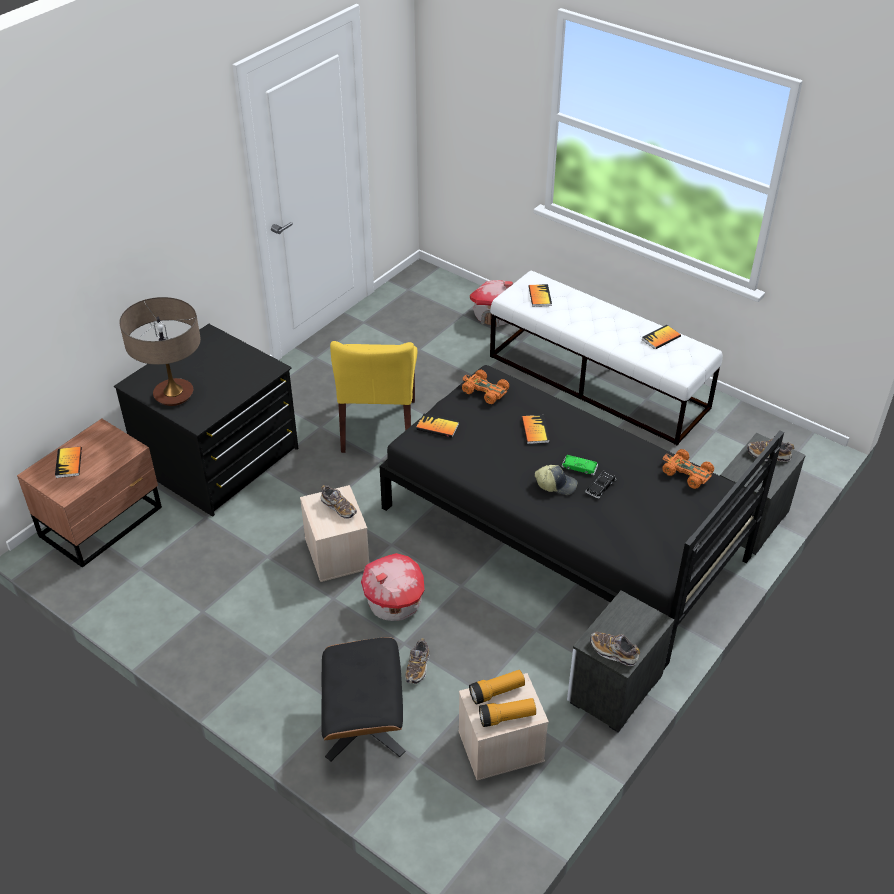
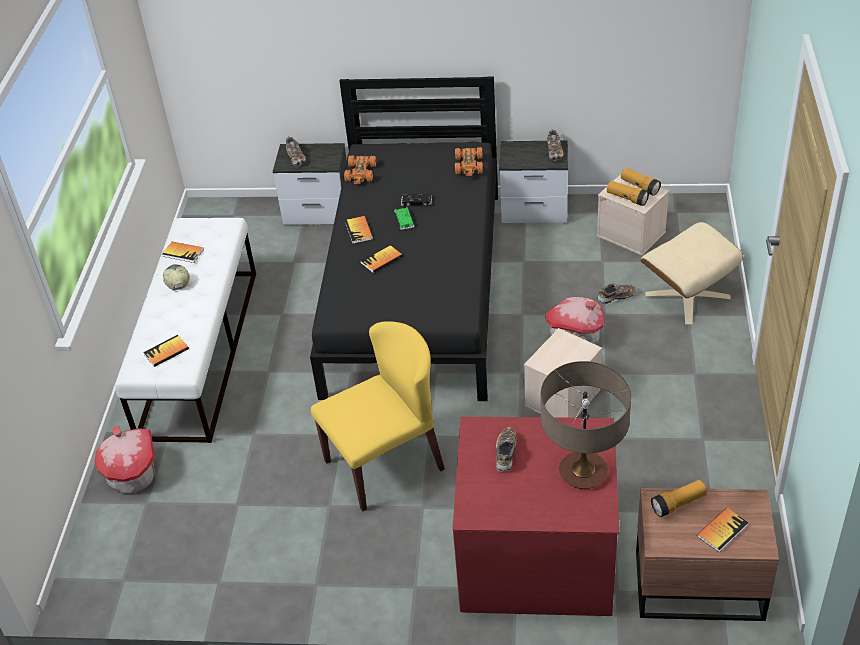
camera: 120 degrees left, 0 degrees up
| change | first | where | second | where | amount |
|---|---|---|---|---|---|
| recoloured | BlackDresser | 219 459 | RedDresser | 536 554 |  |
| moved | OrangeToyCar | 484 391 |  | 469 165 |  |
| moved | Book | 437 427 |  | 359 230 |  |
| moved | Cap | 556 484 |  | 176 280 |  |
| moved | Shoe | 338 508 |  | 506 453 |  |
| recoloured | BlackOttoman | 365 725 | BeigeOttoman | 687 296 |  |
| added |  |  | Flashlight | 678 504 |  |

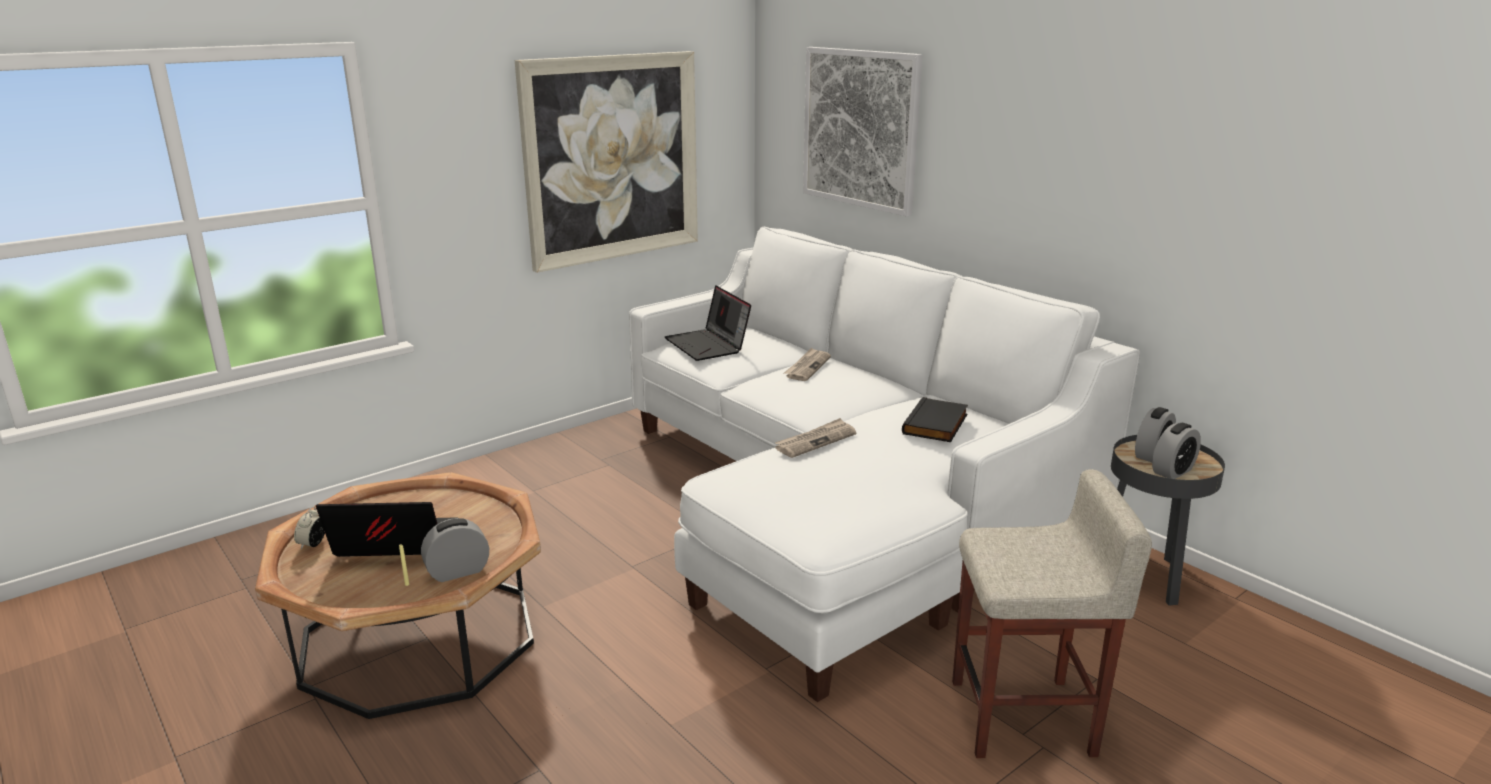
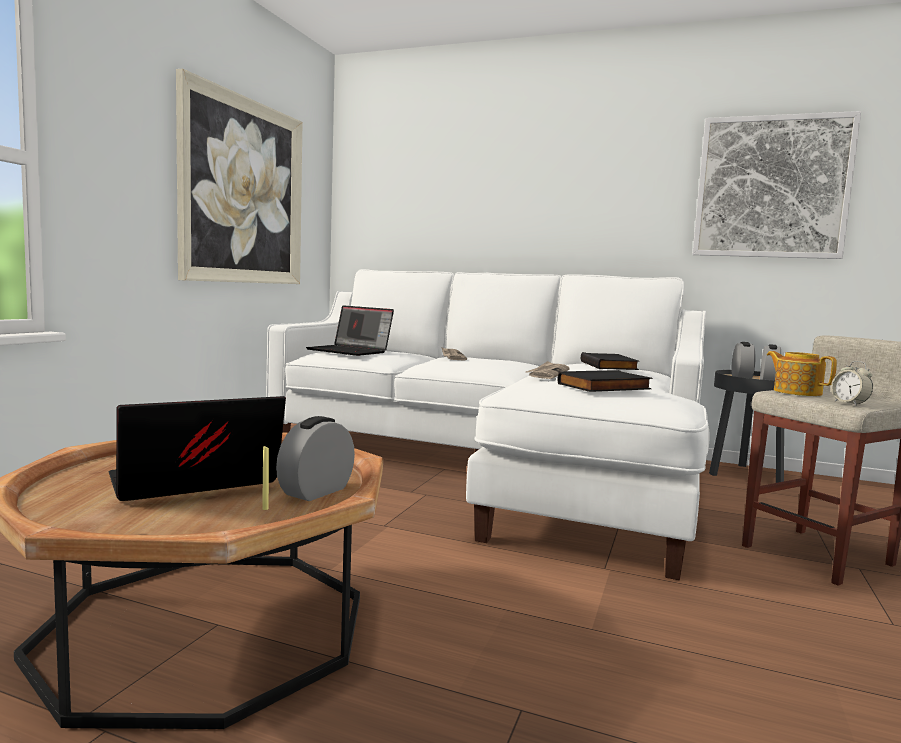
camera: 30 degrees left, 15 degrees down
| change | first | where | second | where | amount |
|---|---|---|---|---|---|
| moved | Picture | 860 129 |  | 771 187 |  |
| moved | AlarmClock | 313 544 |  | 849 403 |  |
| added |  |  | Teapot | 796 392 |  |
| added |  |  | BlackBook | 604 387 |  |

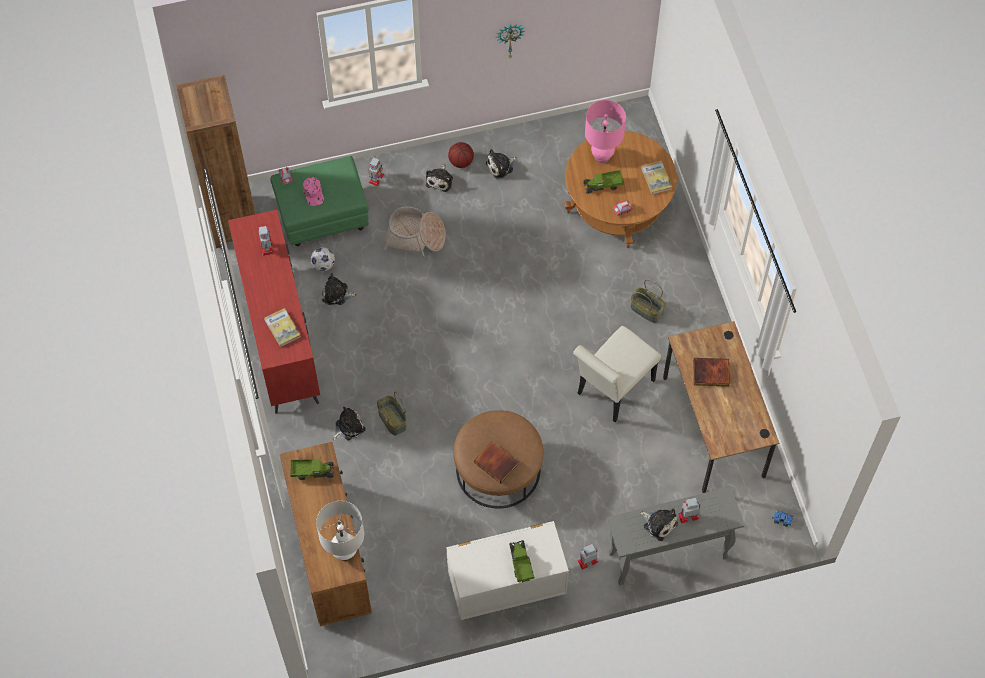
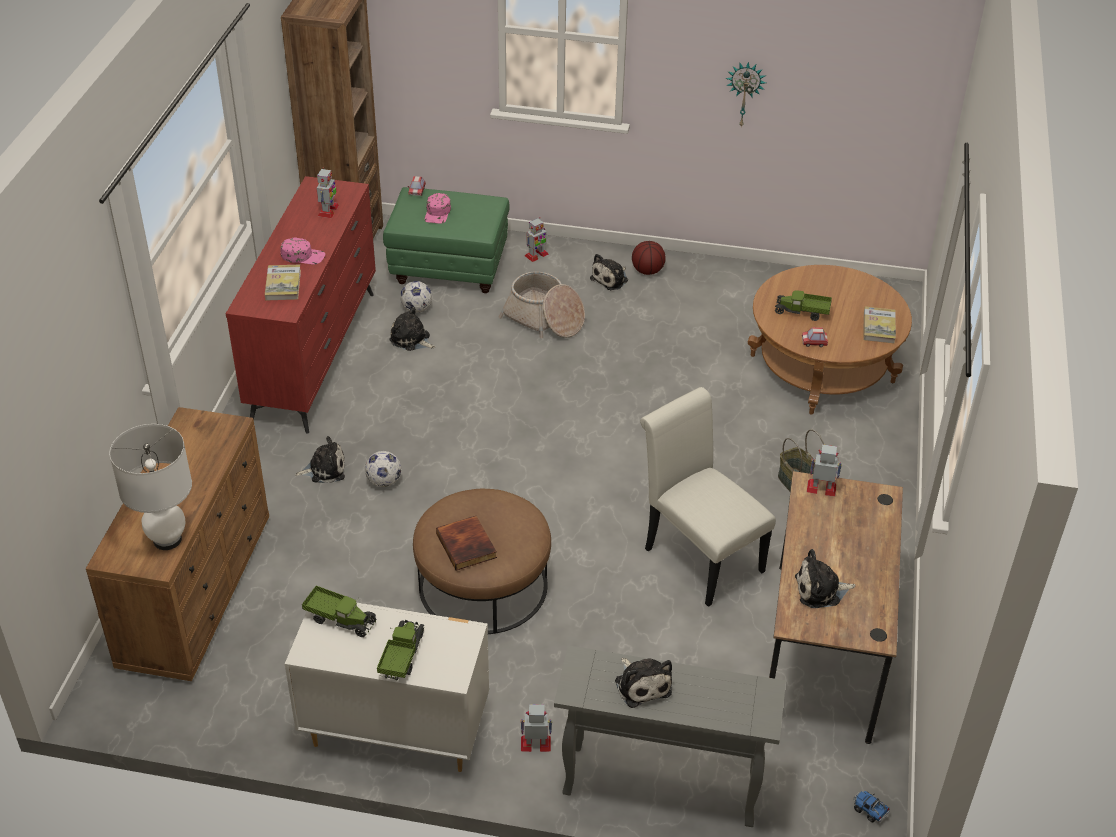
camera: 25 degrees right, 20 degrees down
| change | first | where | second | where | amount |
|---|---|---|---|---|---|
| removed | PinkTableLamp | 602 156 |  |  |  |
| moved | PlushToy | 501 166 |  | 820 590 |  |
| turned | WhiteChair | 612 390 |  | 698 555 | 75 degrees clockwise |
| removed | Book | 710 374 |  |  |  |
| replaced | Basket | 391 420 | Football | 384 481 |  |
| moved | ToyTruck | 312 471 |  | 340 619 |  |
| moved | ToyRobot | 688 516 |  | 821 488 |  |
| added |  |  | PinkCap | 303 256 |  |

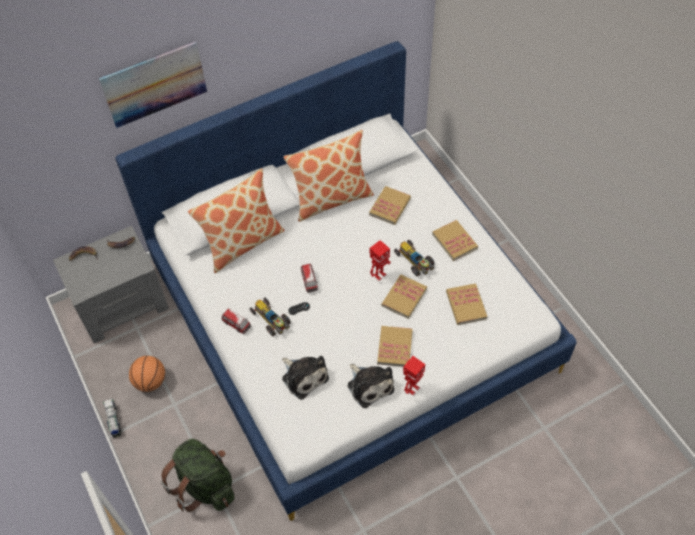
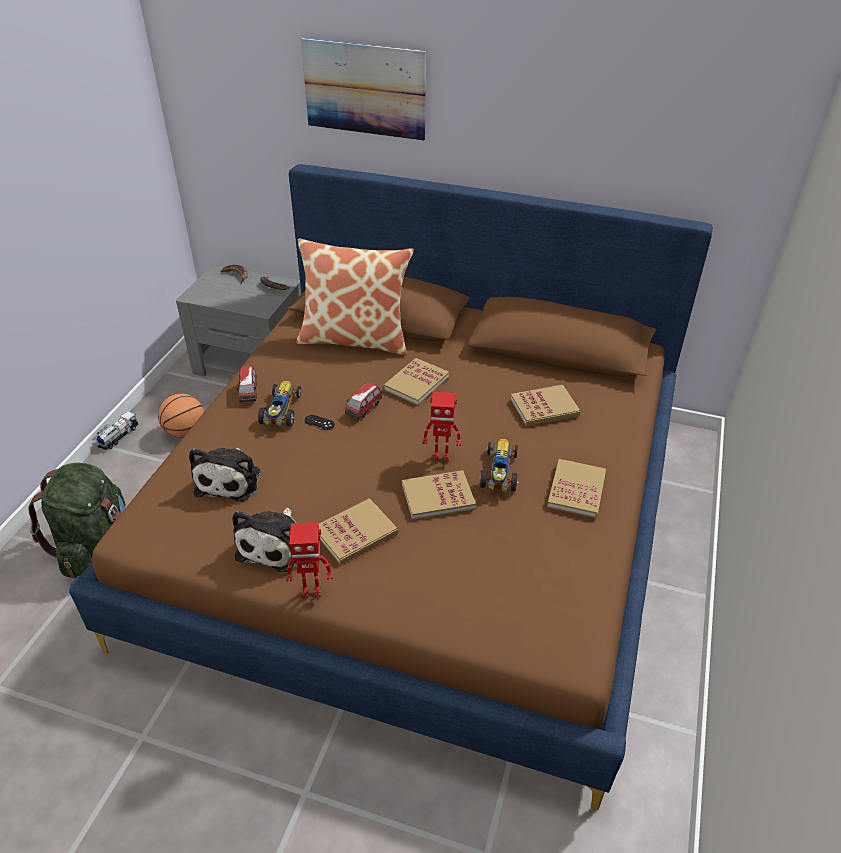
camera: 45 degrees right, 15 degrees down
| change | first | where | second | where | amount |
|---|---|---|---|---|---|
| recoloured | WhiteBed | 349 315 | BrownBed | 420 522 |  |
| removed | Pillow | 331 198 |  |  |  |
| moved | Book | 466 305 |  | 416 383 |  |

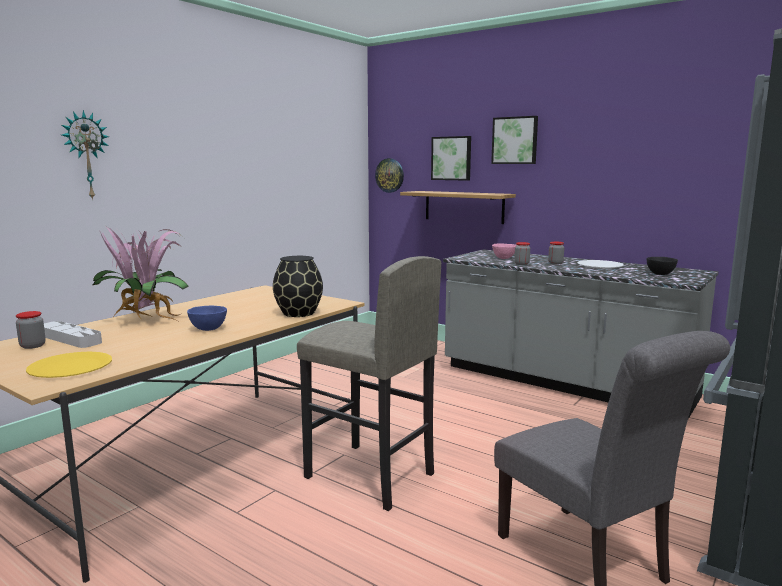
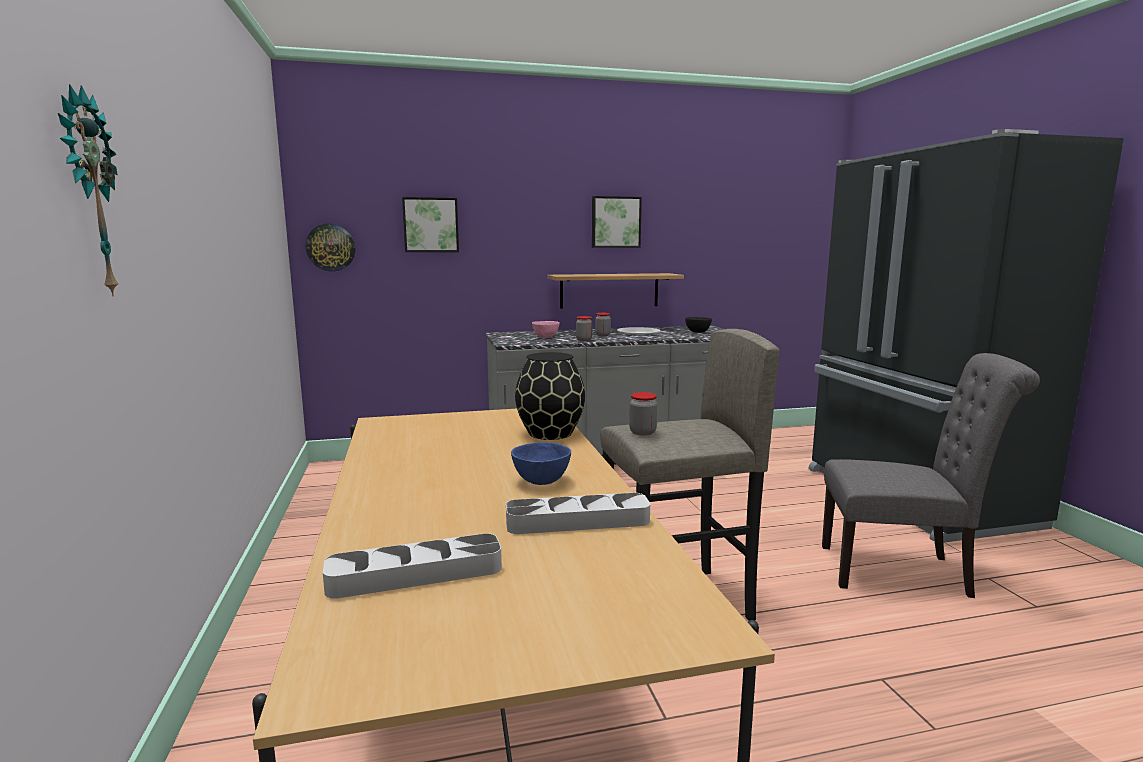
camera: 50 degrees left, 0 degrees up
| change | first | where | second | where | amount |
|---|---|---|---|---|---|
| moved | Picture | 515 140 |  | 615 222 |  |
| moved | Shelf | 463 207 |  | 609 290 |  |
| removed | PottedPlant | 144 320 |  |  |  |
| moved | Jar | 32 346 |  | 642 432 |  |
| removed | YellowPlate | 71 367 |  |  |  |
| added |  |  | GreyTray | 578 521 |  |

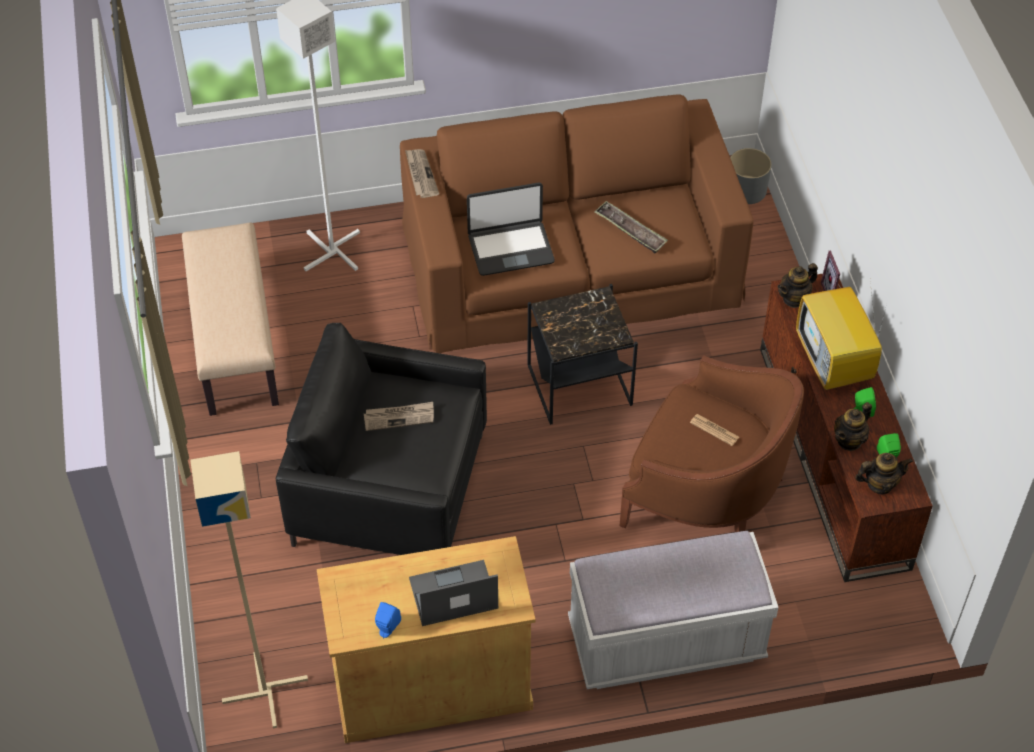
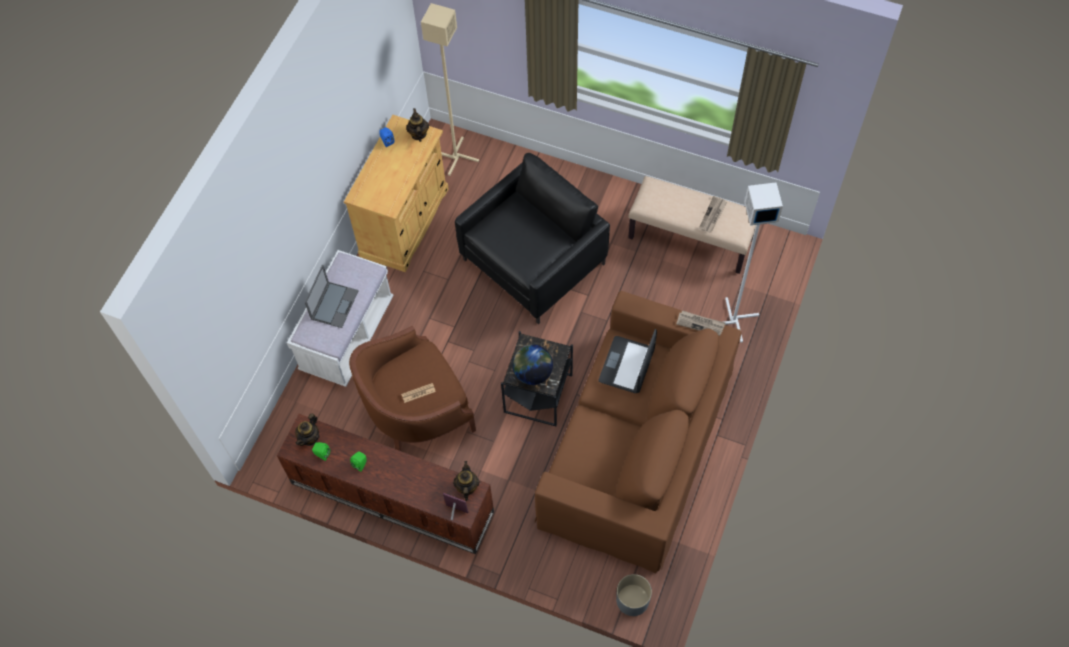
camera: 125 degrees right, 10 degrees up
| change | first | where | second | where | amount |
|---|---|---|---|---|---|
| removed | Tray | 630 230 |  |  |  |
| removed | Television | 834 364 |  |  |  |
| moved | Newspaper | 399 417 |  | 712 216 |  |
| moved | Teapot | 849 440 |  | 418 134 |  |
| moved | Laptop | 452 594 |  | 334 304 |  |
| added |  |  | Globe | 532 373 |  |

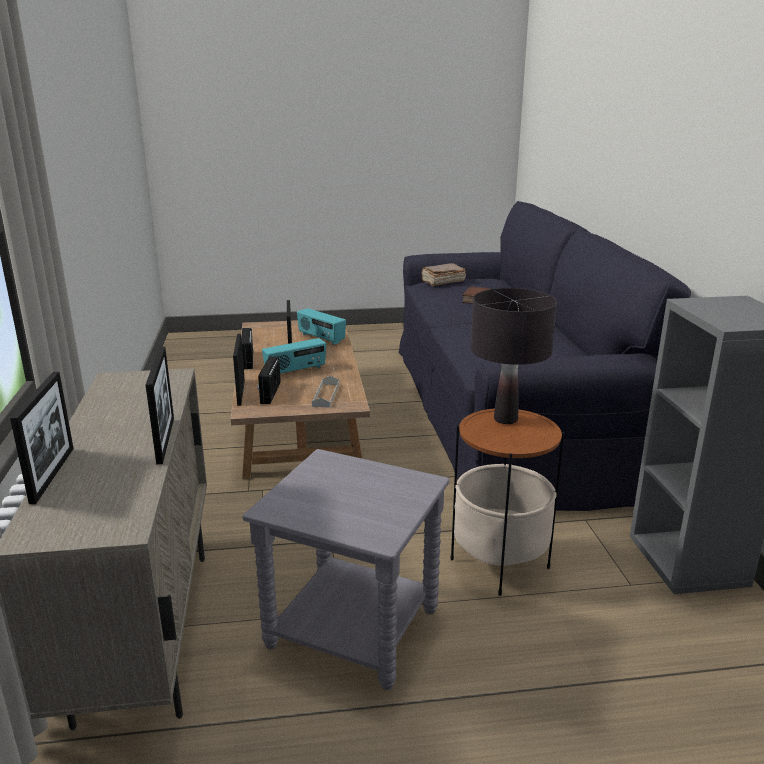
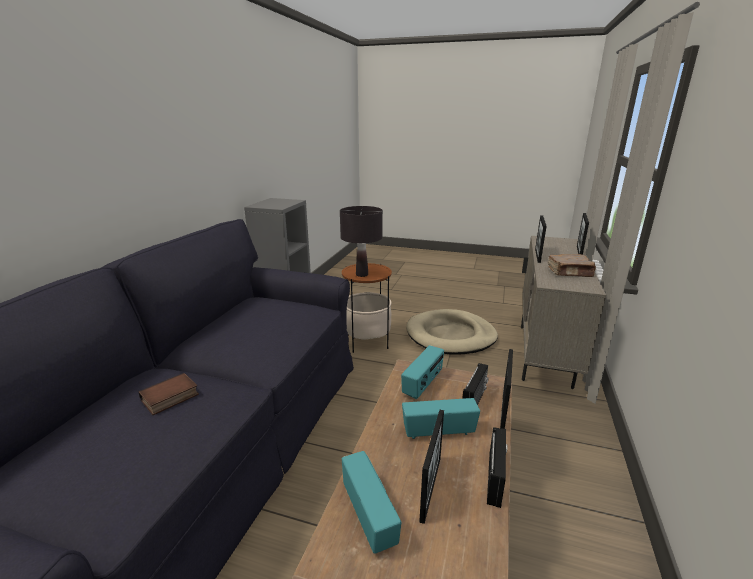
camera: 155 degrees left, 0 degrees up
| change | first | where | second | where | amount |
|---|---|---|---|---|---|
| moved | BrownBook | 442 282 |  | 570 273 |  |
| replaced | GreyTray | 326 395 | Radio | 423 384 |  |
| replaced | GreySideTable | 351 630 | BeigeDogBed | 451 335 |  |

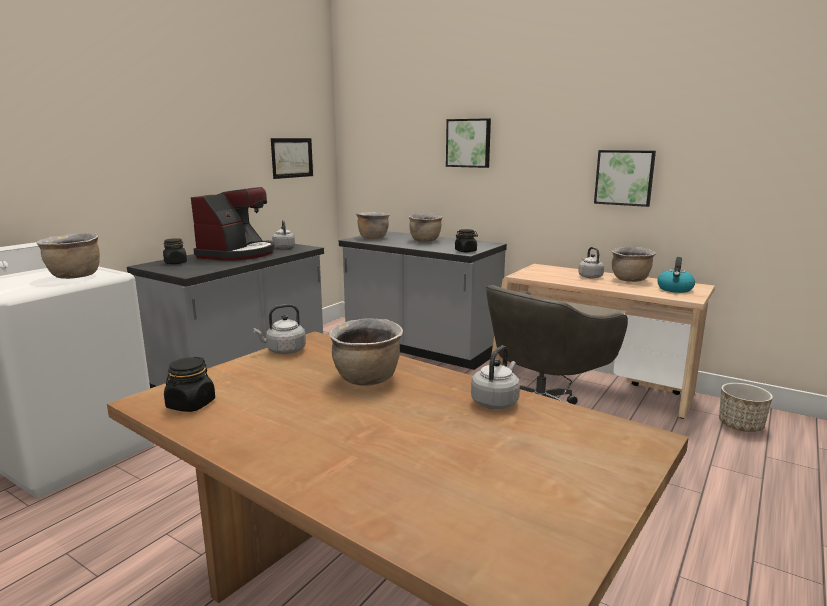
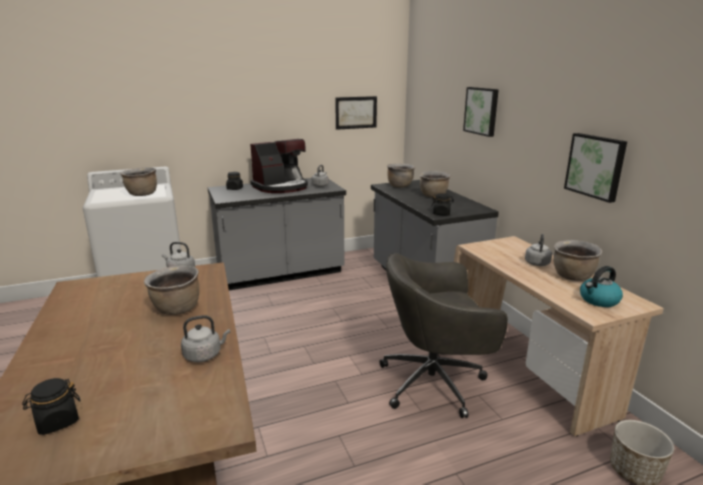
camera: 35 degrees right, 5 degrees up
| change | first | where | second | where | amount |
|---|---|---|---|---|---|
| moved | BlackJar | 190 404 |  | 57 421 |  |

